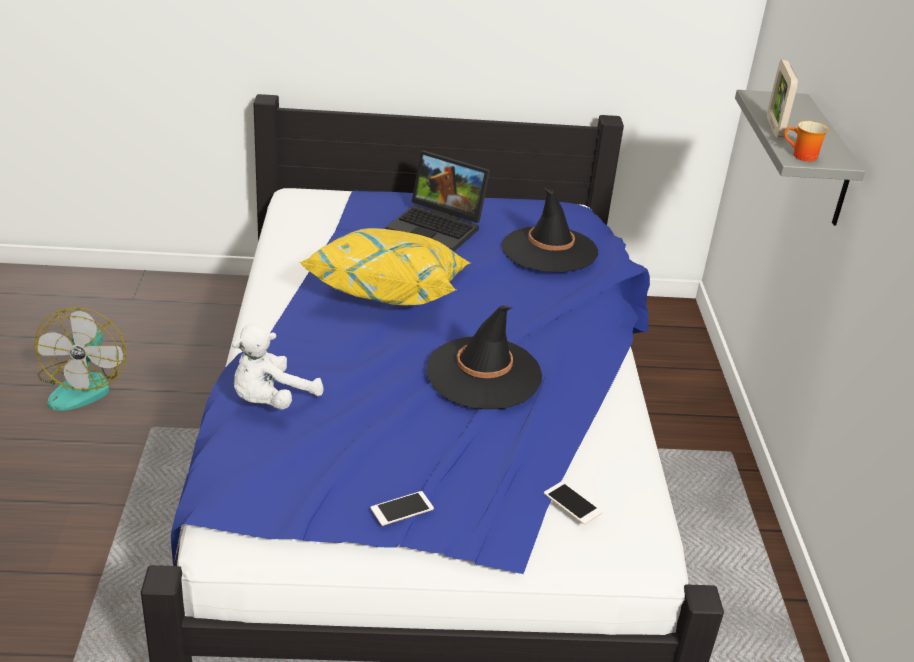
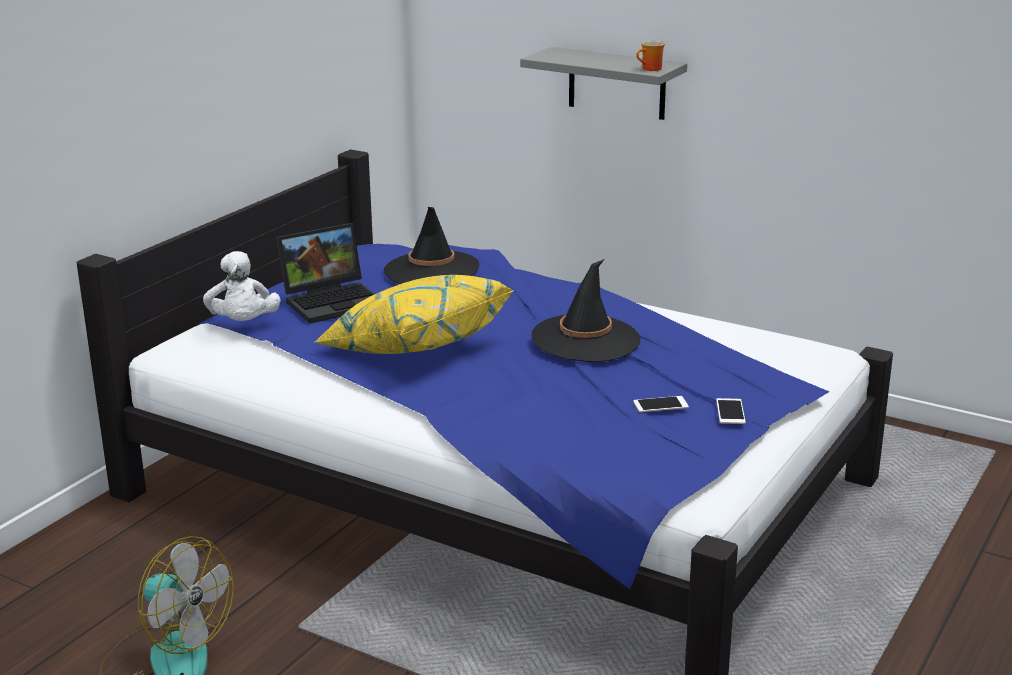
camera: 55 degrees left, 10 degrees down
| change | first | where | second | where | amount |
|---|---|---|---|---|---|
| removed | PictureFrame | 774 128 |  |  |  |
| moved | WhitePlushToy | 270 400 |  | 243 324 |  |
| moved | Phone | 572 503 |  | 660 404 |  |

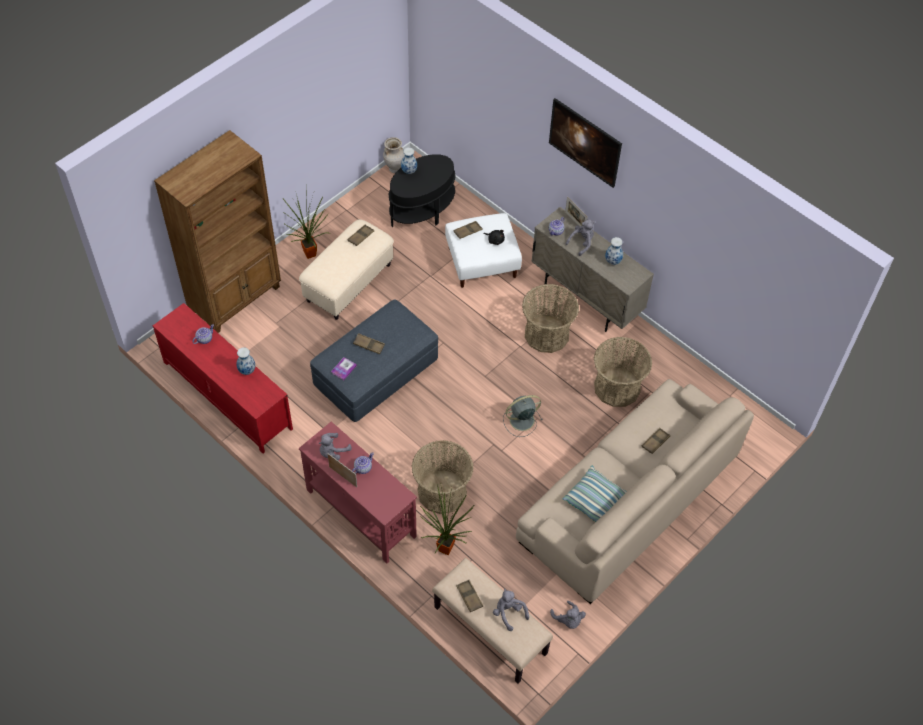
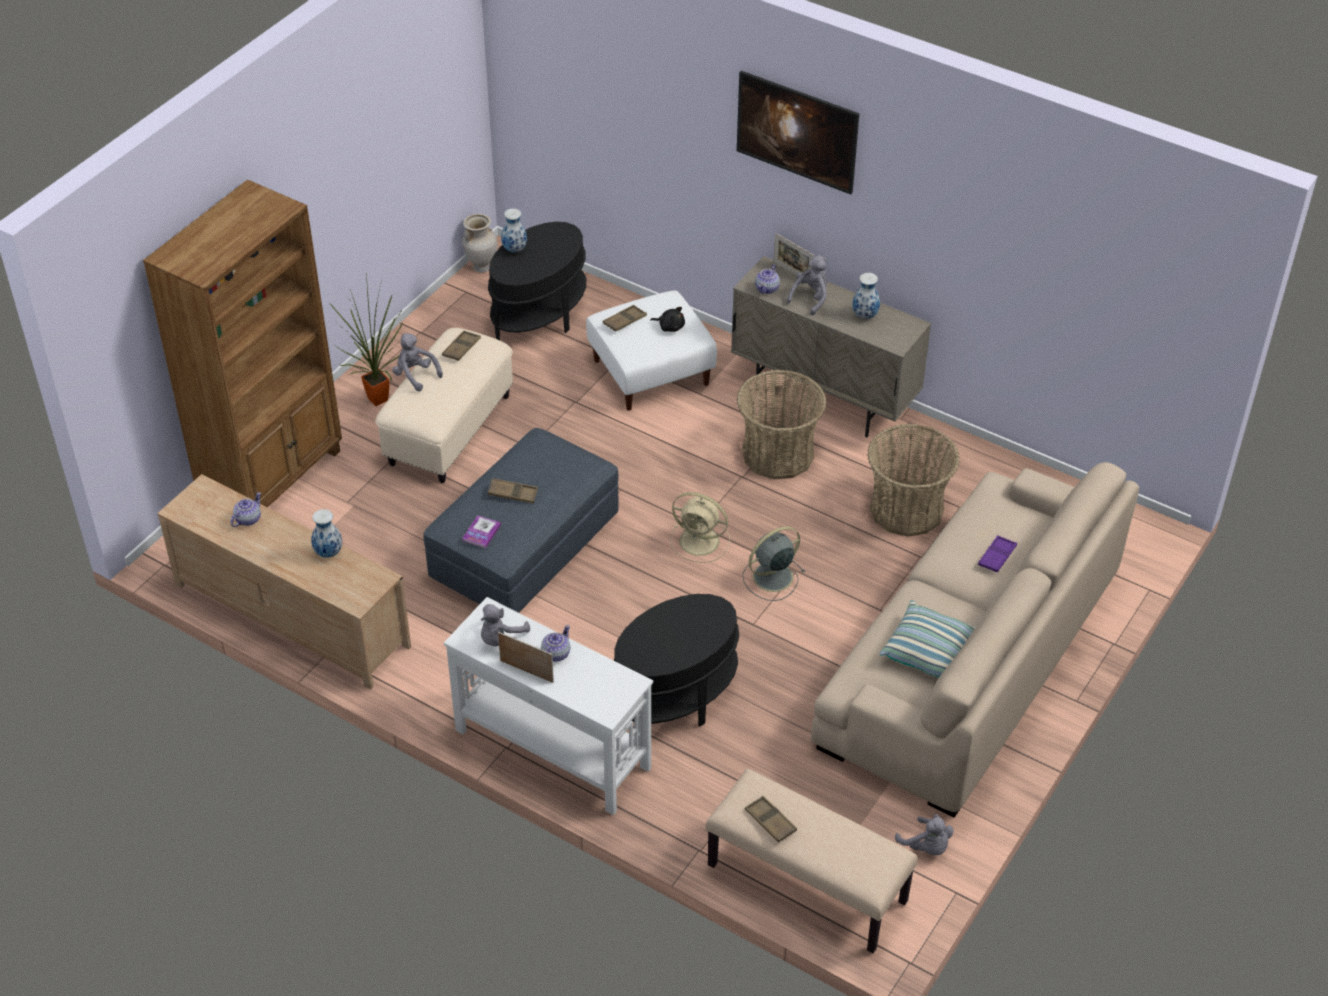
camera: 10 degrees left, 10 degrees down
| change | first | where | second | where | amount |
|---|---|---|---|---|---|
| recoloured | RedTvStand | 227 394 | BeigeTvStand | 291 615 |  |
| recoloured | RedConsoleTable | 360 512 | WhiteConsoleTable | 552 748 |  |
| recoloured | BrownTray | 655 442 | PurpleTray | 997 556 |  |
| replaced | Basket | 442 491 | BlackSideTable | 675 697 |  |
| removed | PottedPlant | 447 547 |  |  |  |
| moved | GreyPlushToy | 508 613 |  | 415 375 |  |
| added |  |  | BeigeFan | 701 542 |  |

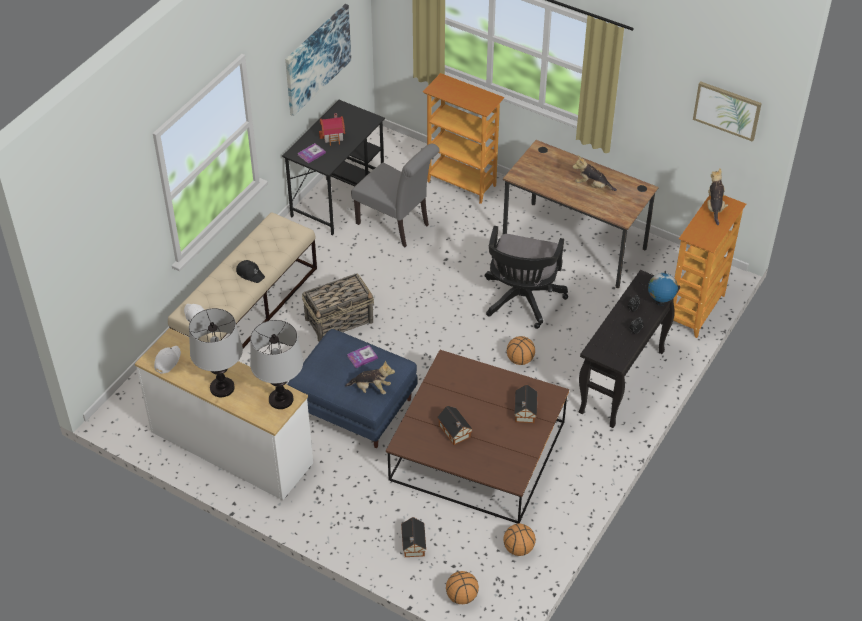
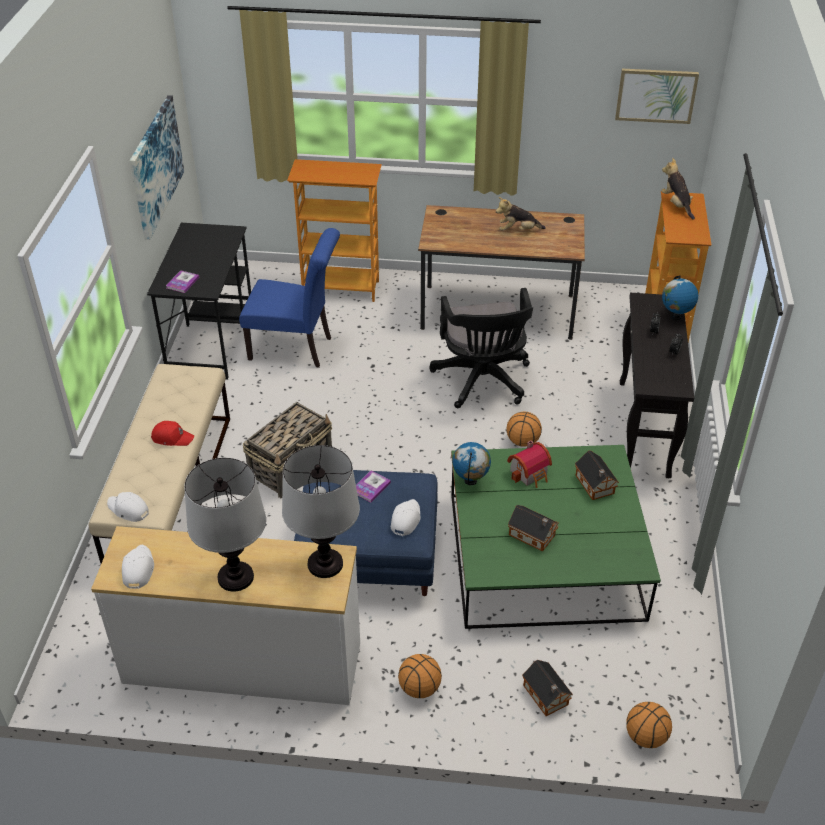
camera: 25 degrees left, 5 degrees down
| change | first | where | second | where | amount |
|---|---|---|---|---|---|
| moved | ToyHouse | 333 136 |  | 530 473 |  |
| recoloured | GreyChair | 396 225 | BlueChair | 296 348 |  |
| recoloured | BlackCap | 250 274 | RedCap | 172 437 |  |
| recoloured | BrownCoffeeTable | 477 450 | GreenCoffeeTable | 544 555 |  |
| replaced | PlushToy | 371 388 | WhiteCap | 405 519 |  |
| moved | Basketball | 519 548 |  | 420 688 |  |
| added |  |  | Globe | 470 481 |  |

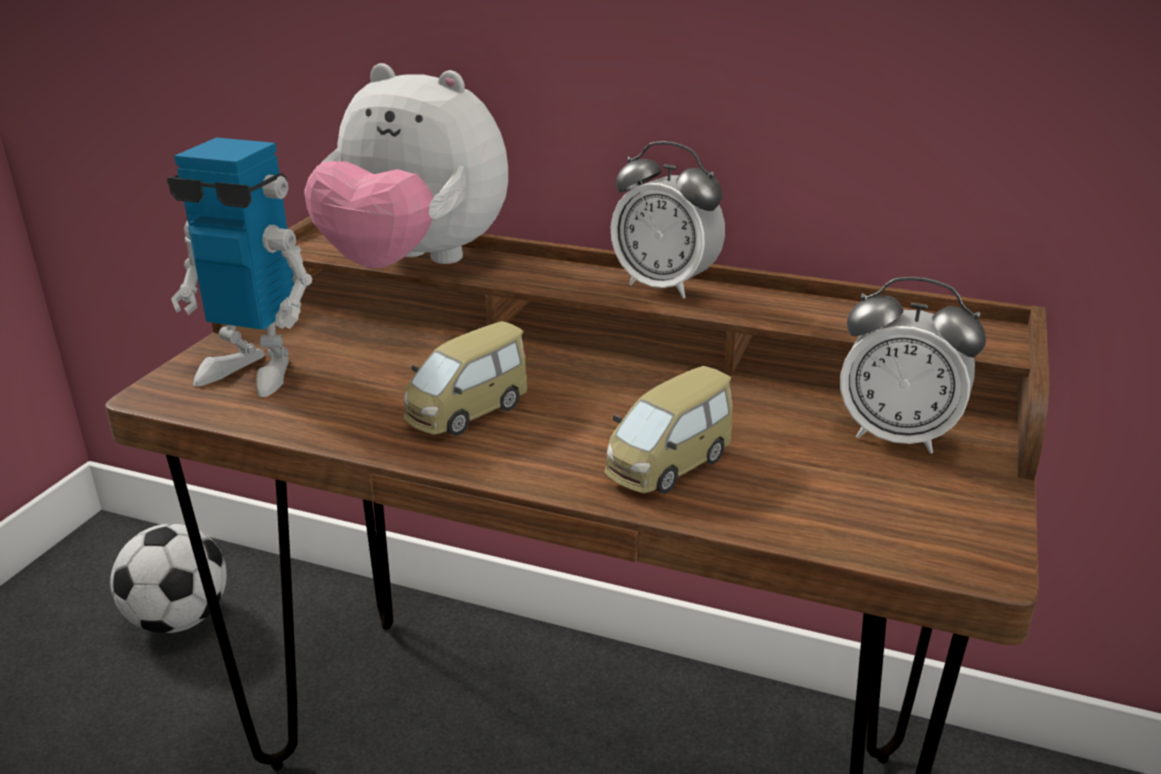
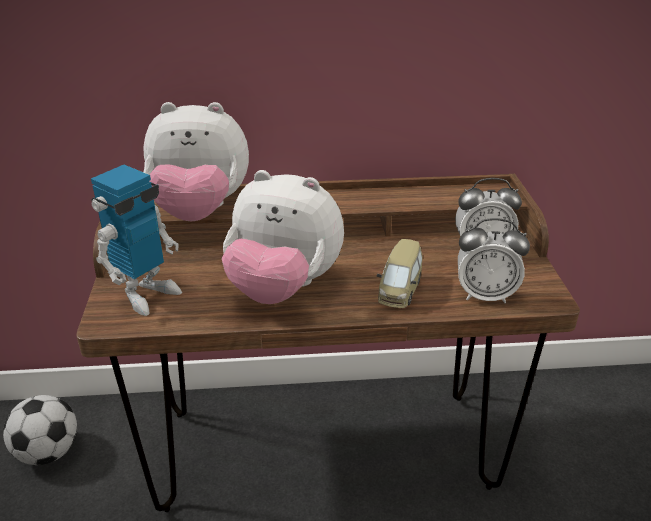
camera: 25 degrees left, 5 degrees up
| change | first | where | second | where | amount |
|---|---|---|---|---|---|
| turned | ToyRobot | 255 370 |  | 146 294 | 45 degrees counterclockwise |
| moved | AlarmClock | 665 286 |  | 485 295 |  |
| replaced | ToyCar | 467 411 | PlushToy | 283 288 |  |

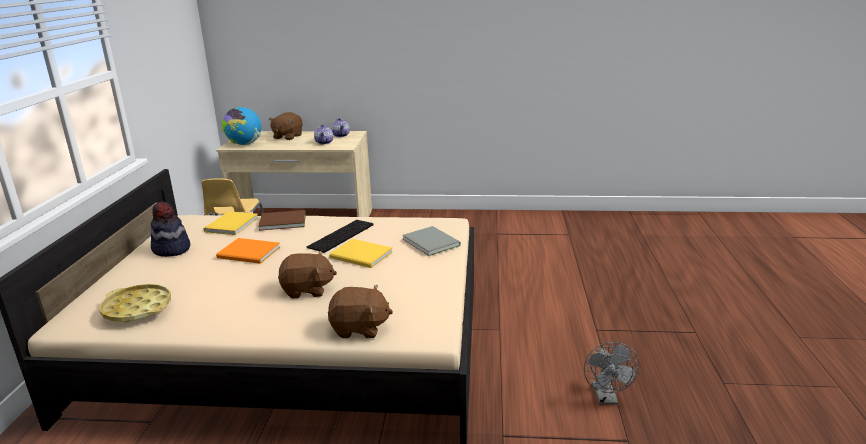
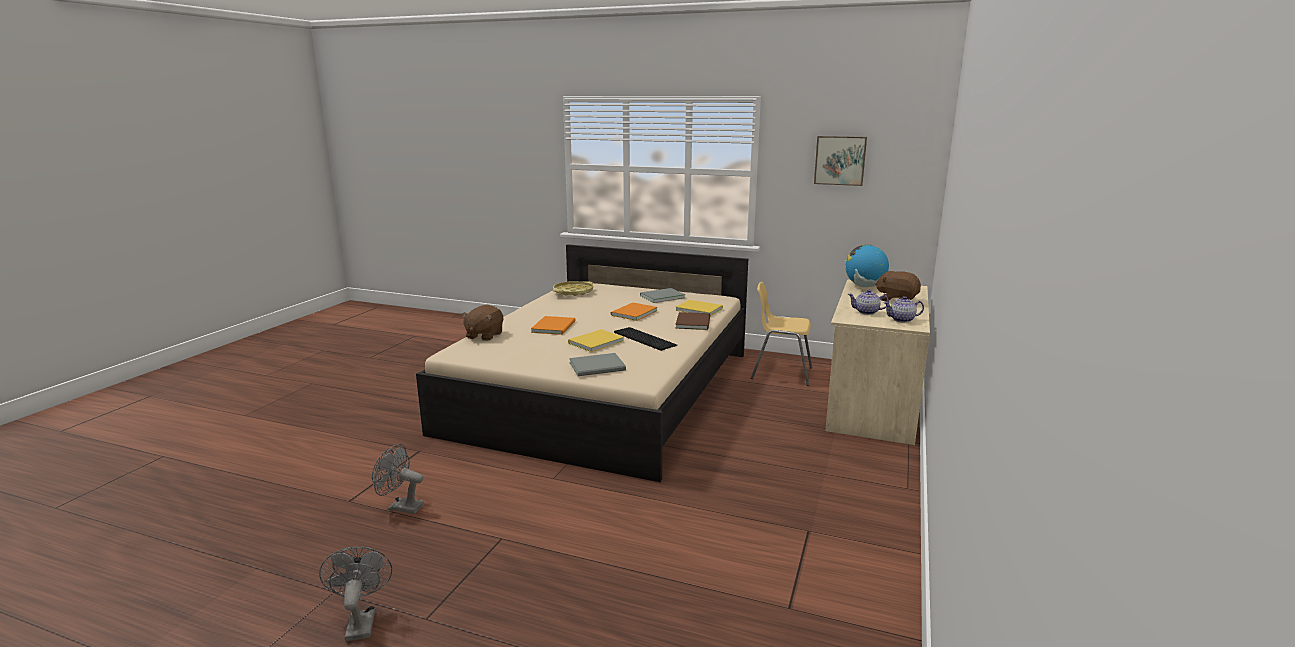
camera: 105 degrees right, 5 degrees down
| change | first | where | second | where | amount |
|---|---|---|---|---|---|
| replaced | Hat | 171 249 | GreyBook | 660 296 |  |
| replaced | BrownPlushToy | 307 290 | OrangeBook | 555 326 |  |
| added |  |  | Picture | 840 160 |  |
| added |  |  | GreyFan | 361 621 |  |

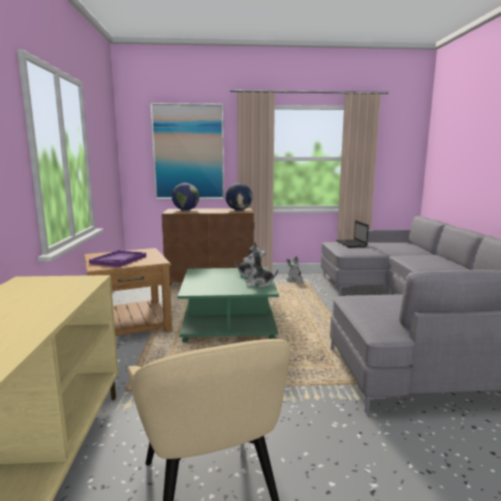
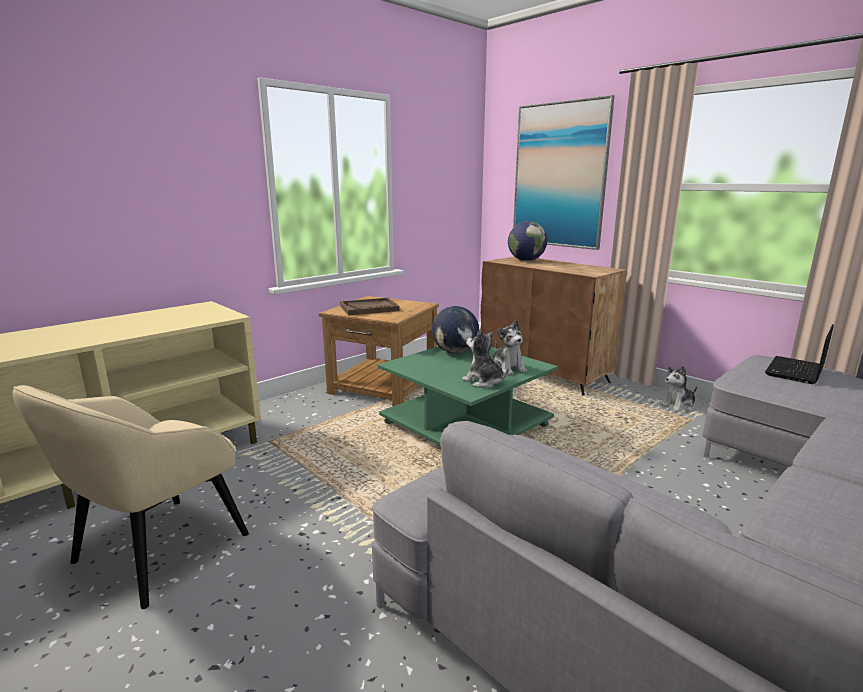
camera: 50 degrees right, 5 degrees up
| change | first | where | second | where | amount |
|---|---|---|---|---|---|
| moved | Globe | 239 210 |  | 455 352 |  |
| recoloured | PurpleTray | 118 260 | BrownTray | 369 308 |  |

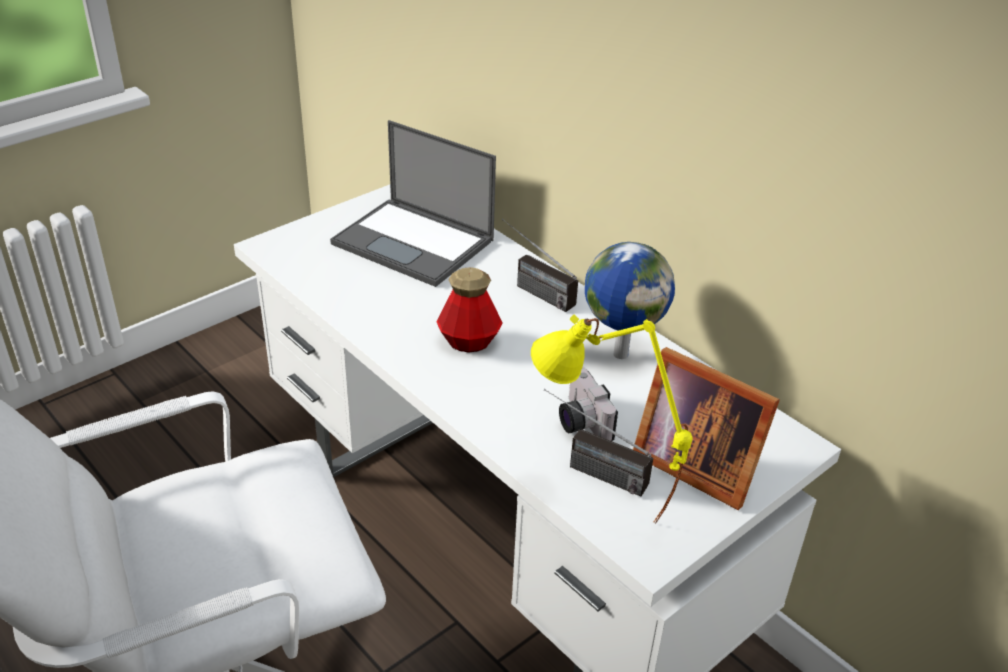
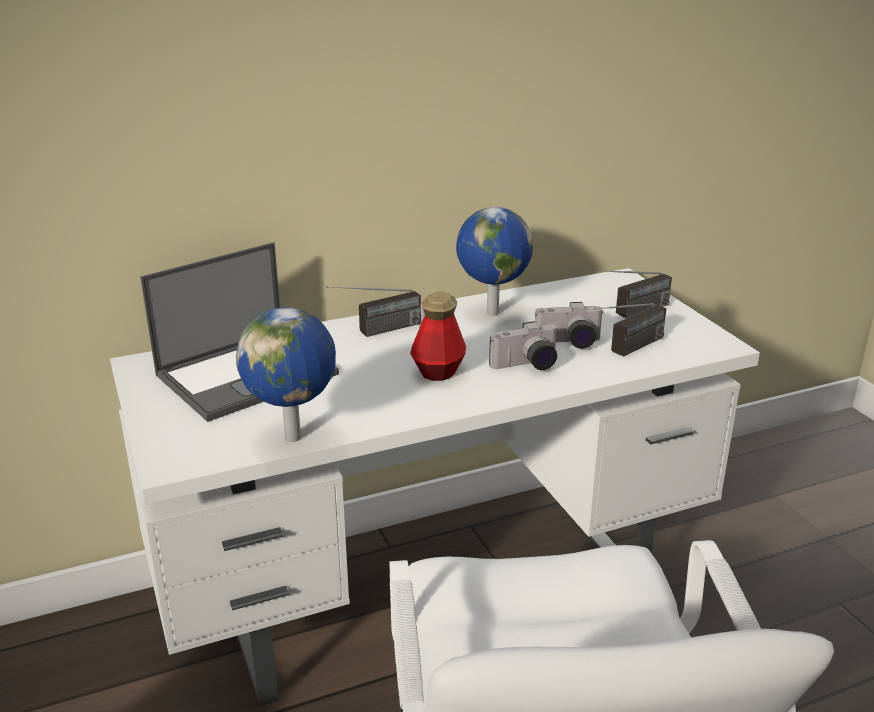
camera: 70 degrees left, 10 degrees down
| change | first | where | second | where | amount |
|---|---|---|---|---|---|
| removed | YellowTableLamp | 596 513 |  |  |  |
| replaced | PictureFrame | 693 463 | Radio | 631 313 |  |
| added |  |  | Globe | 295 438 |  |
| added |  |  | PhotoCamera | 527 366 |  |

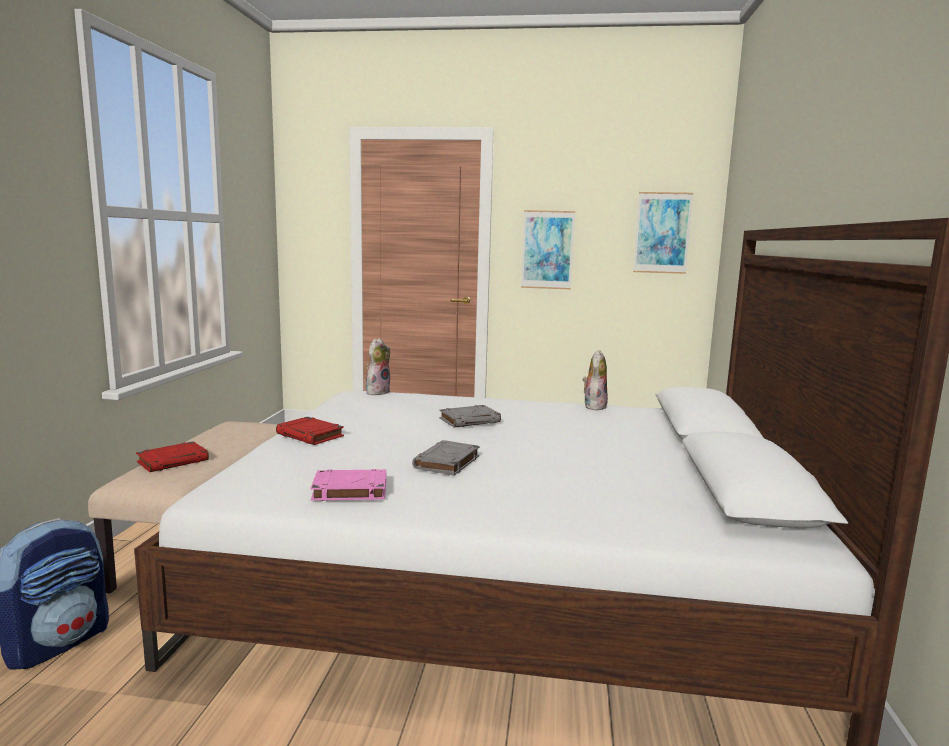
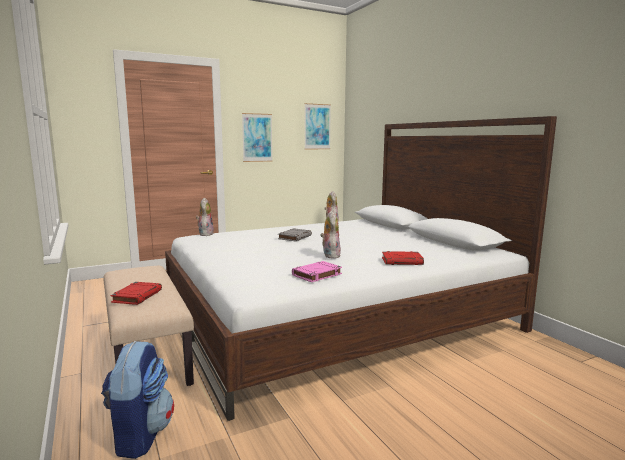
camera: 35 degrees left, 0 degrees up
| change | first | where | second | where | amount |
|---|---|---|---|---|---|
| moved | RedBook | 311 435 |  | 402 261 |  |
| replaced | GreyBook | 447 463 | PlushToy | 330 255 |  |

